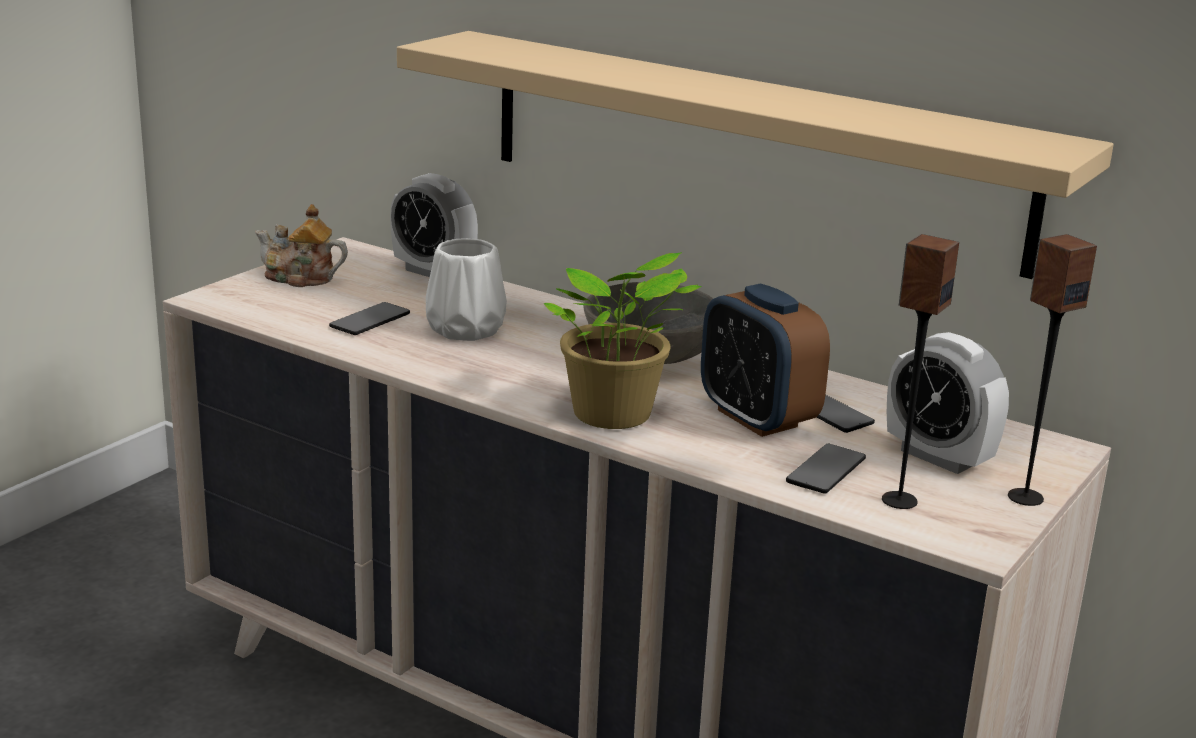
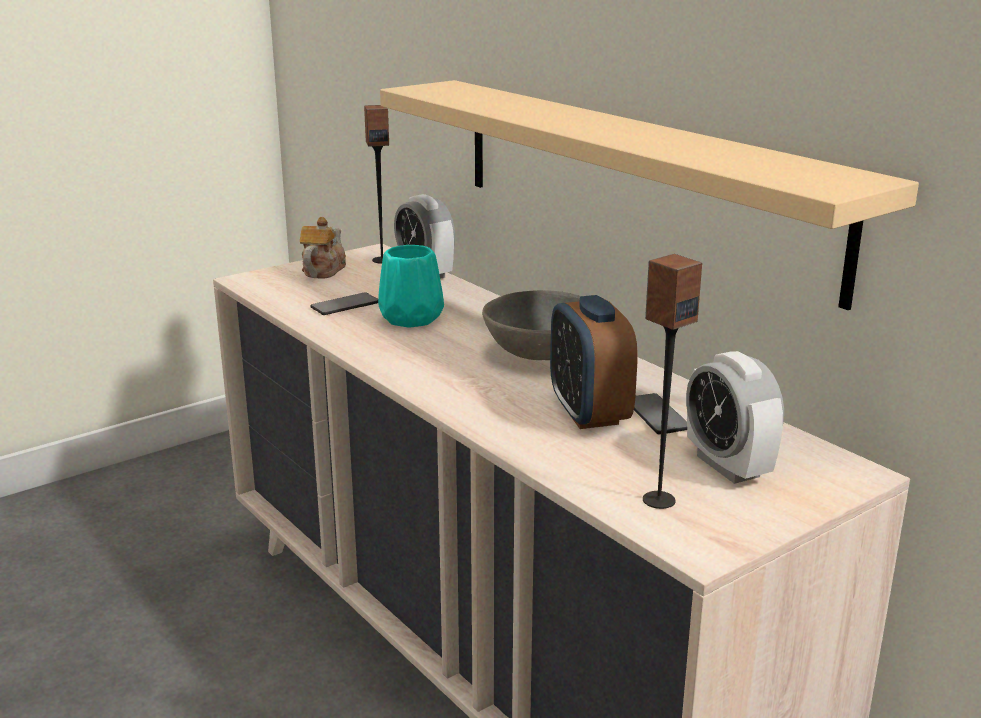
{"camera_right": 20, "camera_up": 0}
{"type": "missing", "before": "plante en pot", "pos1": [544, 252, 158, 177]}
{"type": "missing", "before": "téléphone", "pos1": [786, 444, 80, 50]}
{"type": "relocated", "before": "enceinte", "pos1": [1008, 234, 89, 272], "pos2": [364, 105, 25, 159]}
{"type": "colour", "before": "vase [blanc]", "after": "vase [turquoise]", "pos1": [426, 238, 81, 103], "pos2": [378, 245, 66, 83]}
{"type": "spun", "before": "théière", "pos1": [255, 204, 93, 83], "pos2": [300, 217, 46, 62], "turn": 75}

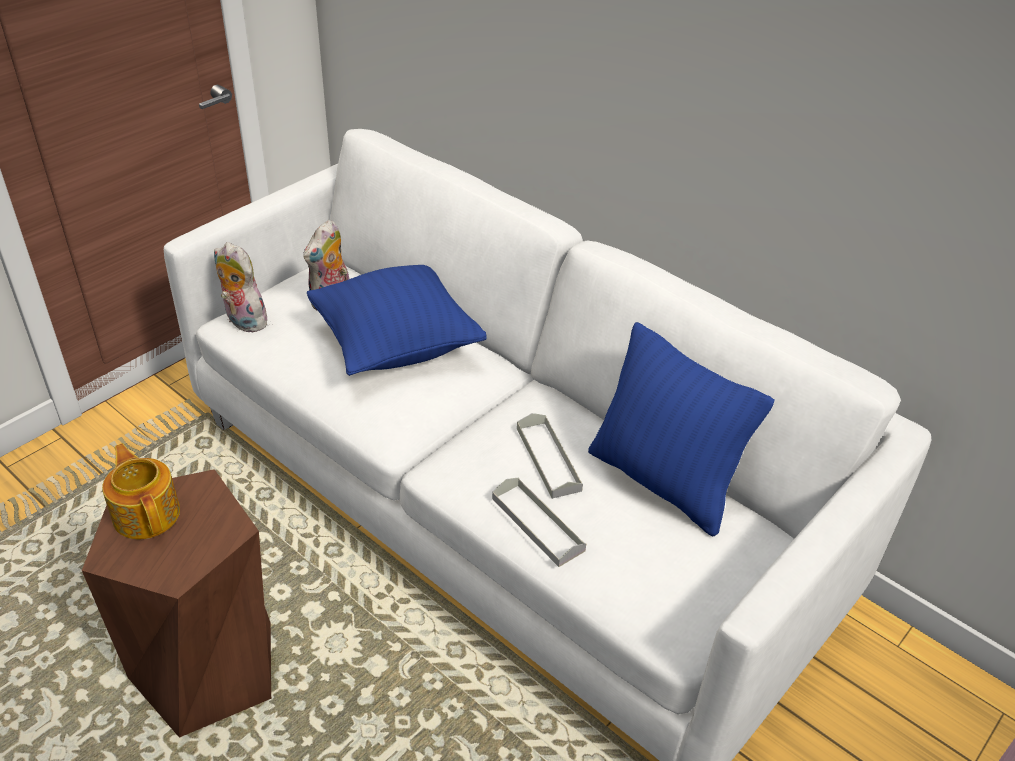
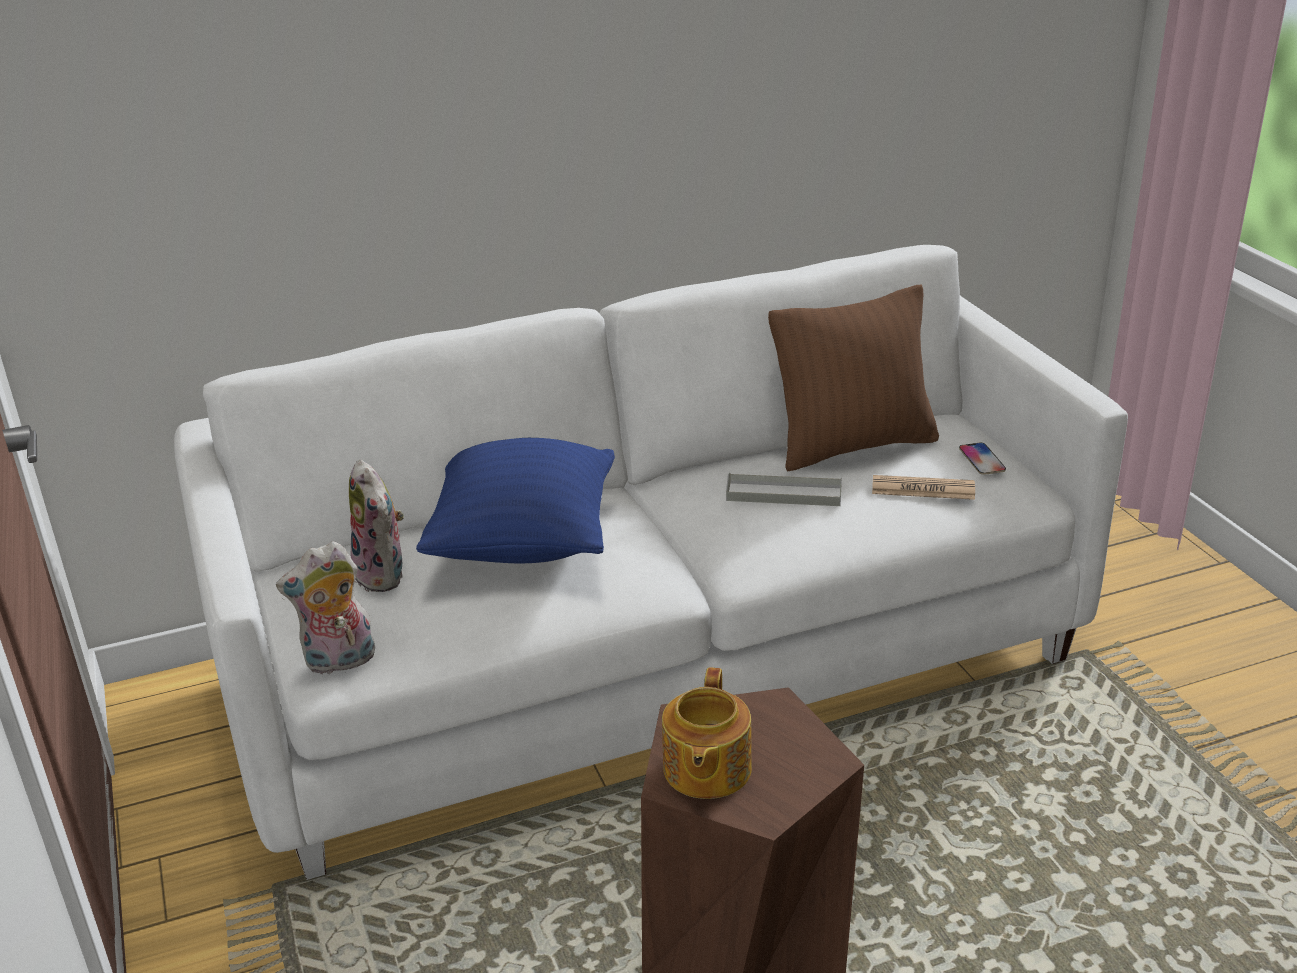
{"camera_right": -60, "camera_up": -10}
{"type": "missing", "before": "plateau [gris]", "pos1": [492, 477, 94, 90]}
{"type": "appeared", "after": "journal", "pos2": [872, 475, 103, 25]}
{"type": "appeared", "after": "téléphone", "pos2": [959, 443, 47, 32]}
{"type": "colour", "before": "coussin [bleu]", "after": "coussin [marron]", "pos1": [588, 322, 186, 214], "pos2": [768, 285, 171, 187]}
{"type": "spun", "before": "théière", "pos1": [102, 443, 78, 96], "pos2": [662, 667, 90, 132], "turn": -75}

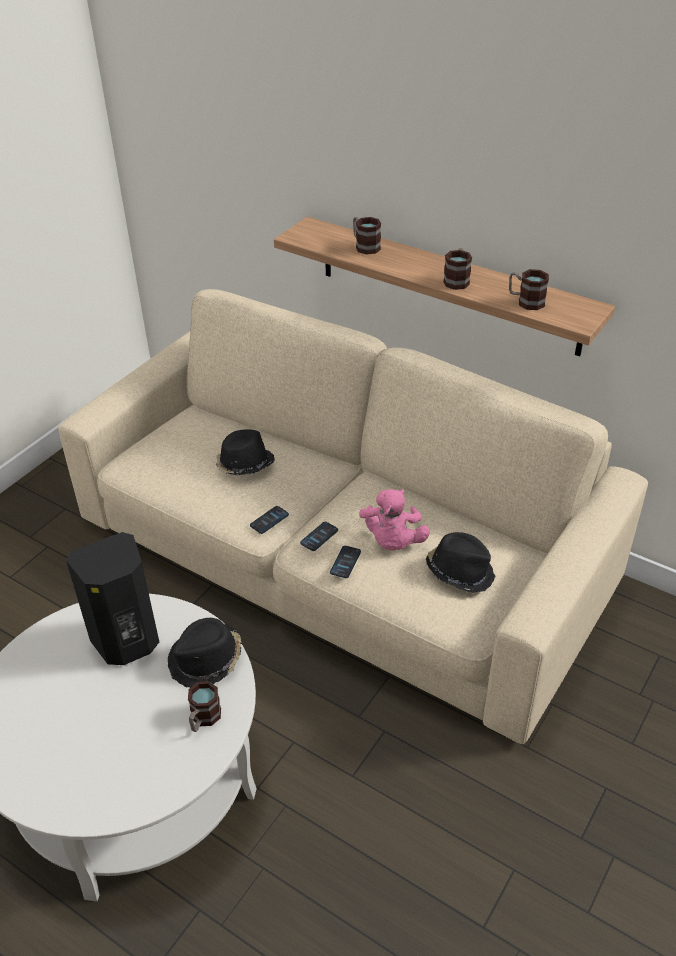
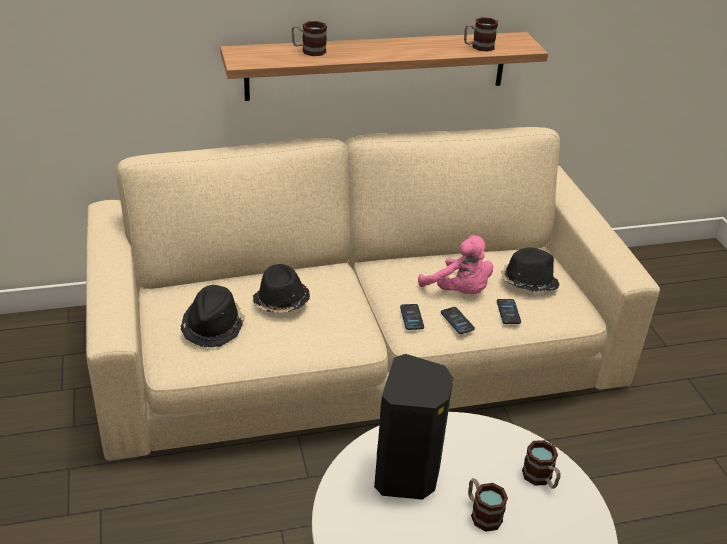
{"camera_right": -50, "camera_up": -5}
{"type": "relocated", "before": "chapeau [noir]", "pos1": [168, 618, 73, 70], "pos2": [181, 285, 64, 62]}
{"type": "relocated", "before": "téléphone", "pos1": [250, 506, 39, 28], "pos2": [497, 299, 24, 25]}
{"type": "relocated", "before": "mug", "pos1": [443, 248, 29, 42], "pos2": [468, 478, 40, 54]}

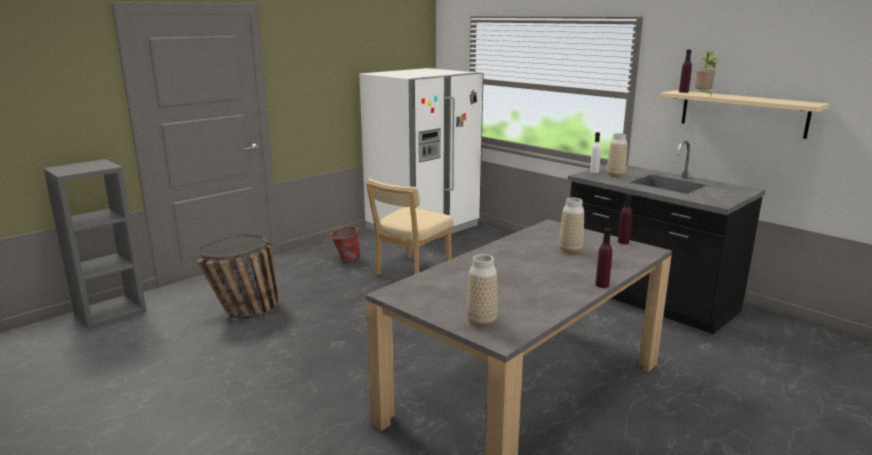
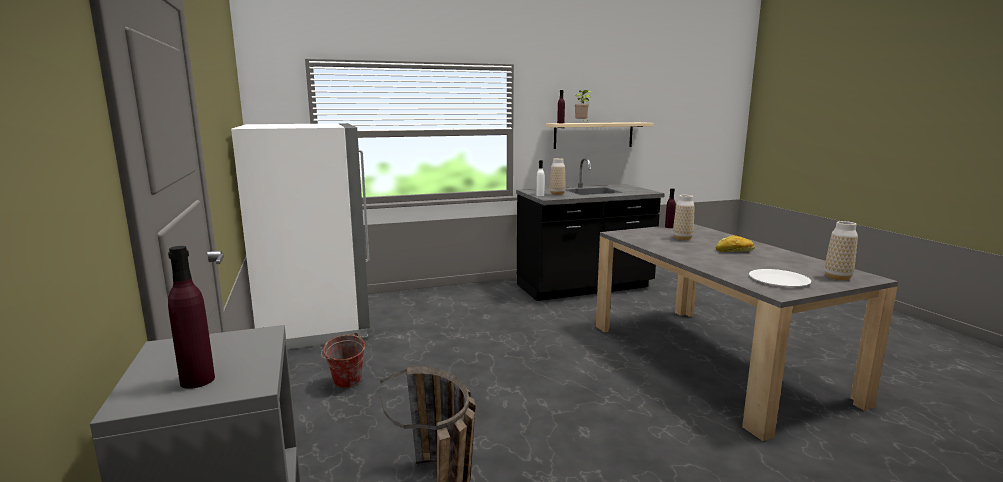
{"camera_right": -65, "camera_up": -5}
{"type": "missing", "before": "chaise [beige]", "pos1": [366, 178, 88, 97]}
{"type": "appeared", "after": "pain", "pos2": [716, 235, 39, 17]}
{"type": "appeared", "after": "assiette [blanc]", "pos2": [749, 269, 62, 18]}
{"type": "relocated", "before": "bouteille [violet]", "pos1": [595, 228, 17, 60], "pos2": [168, 246, 47, 143]}

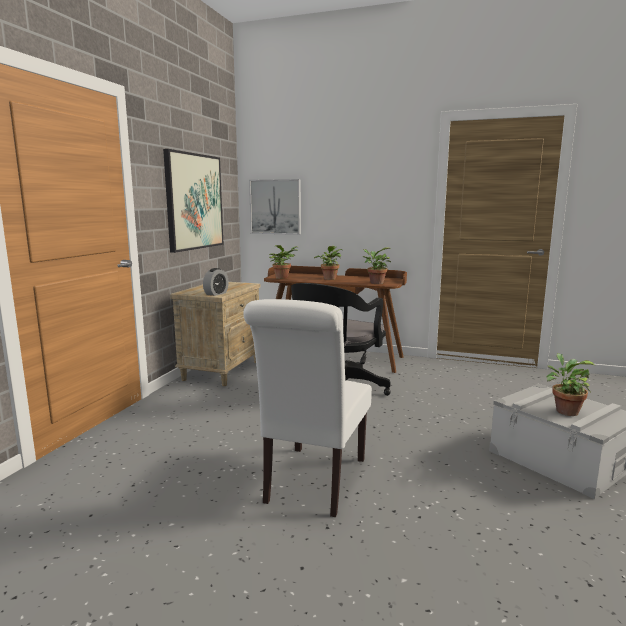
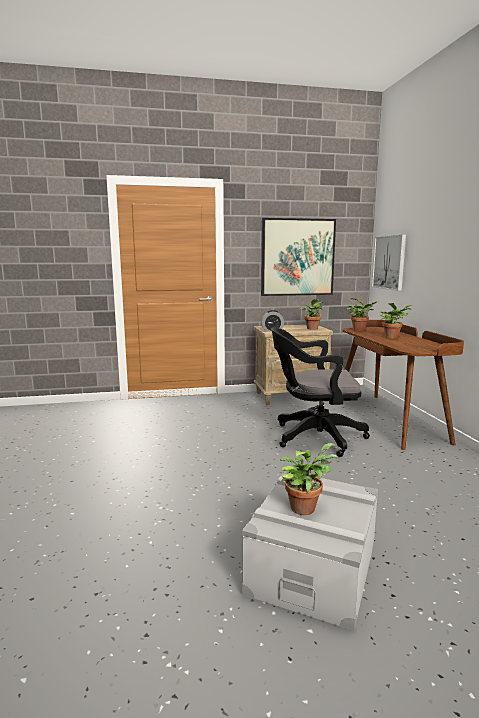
{"camera_right": 60, "camera_up": 0}
{"type": "missing", "before": "chaise [blanc]", "pos1": [243, 299, 129, 218]}
{"type": "relocated", "before": "plante en pot", "pos1": [363, 247, 28, 37], "pos2": [298, 299, 25, 31]}

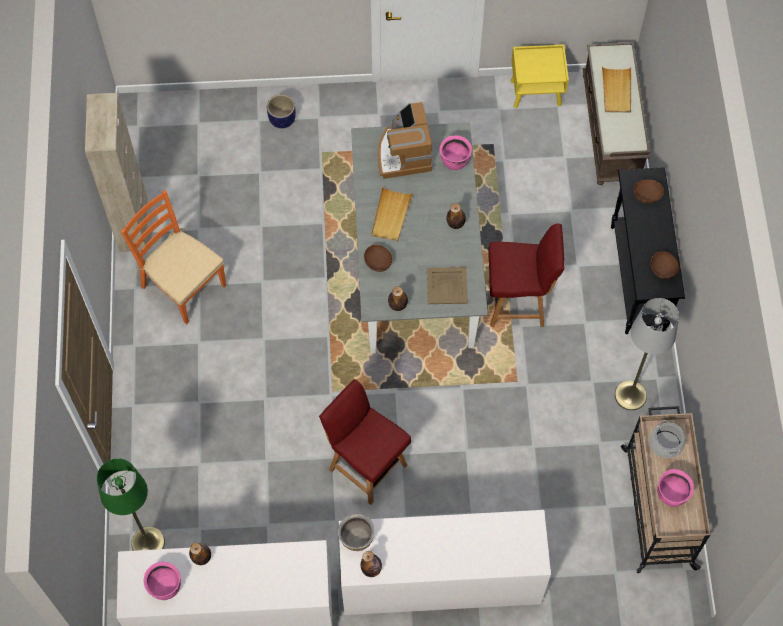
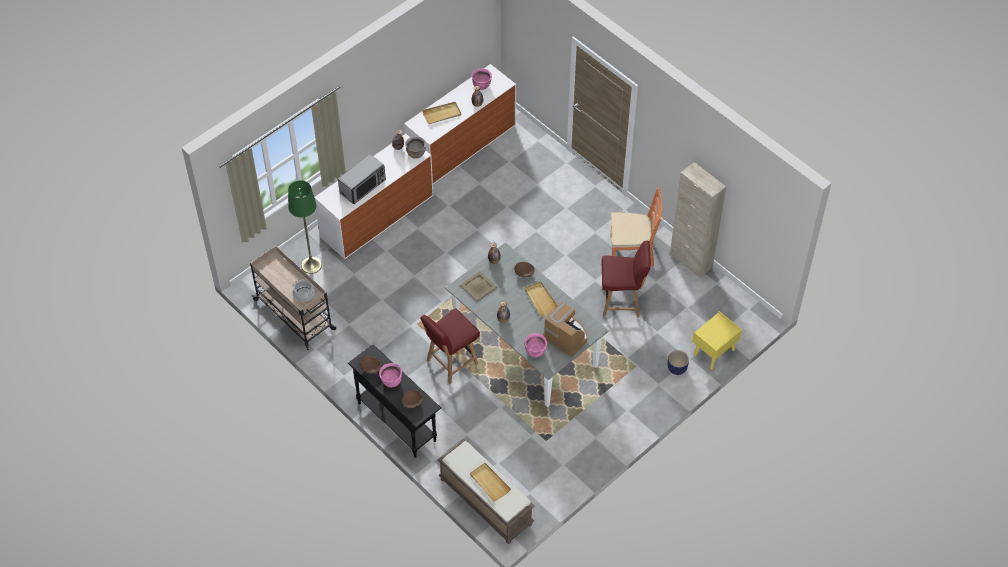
{"camera_right": 140, "camera_up": -10}
{"type": "missing", "before": "lampadaire [gris]", "pos1": [615, 298, 64, 112]}
{"type": "appeared", "after": "micro-ondes", "pos2": [338, 154, 48, 50]}
{"type": "appeared", "after": "plateau [beige]", "pos2": [422, 102, 39, 22]}
{"type": "relocated", "before": "lampadaire [vert]", "pos1": [97, 458, 68, 93], "pos2": [288, 180, 34, 94]}
{"type": "relocated", "before": "chaise [rouge]", "pos1": [319, 379, 92, 126], "pos2": [602, 241, 49, 77]}
{"type": "relocated", "before": "table de chevet [jaune]", "pos1": [511, 45, 58, 63], "pos2": [692, 311, 50, 59]}
{"type": "relocated", "before": "marmite [rose]", "pos1": [657, 469, 37, 38], "pos2": [379, 363, 23, 24]}

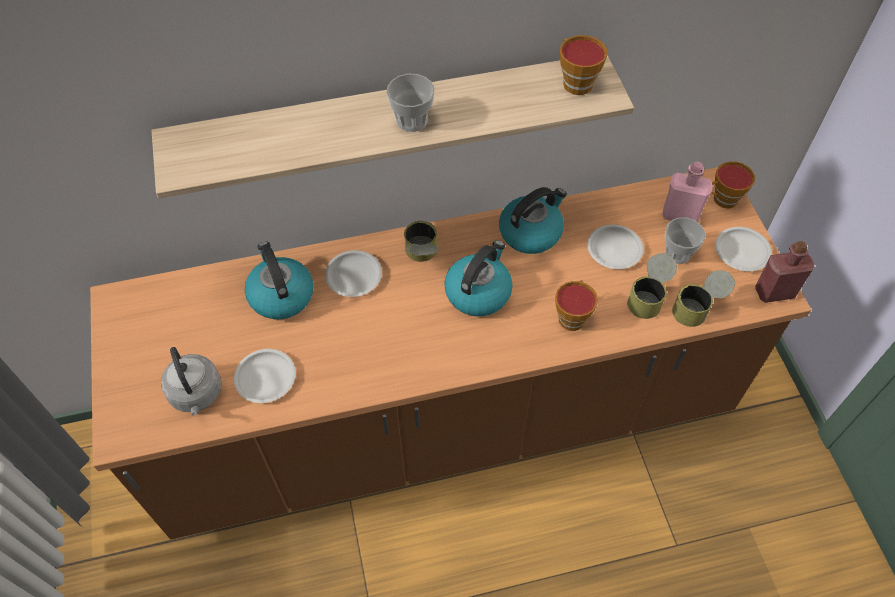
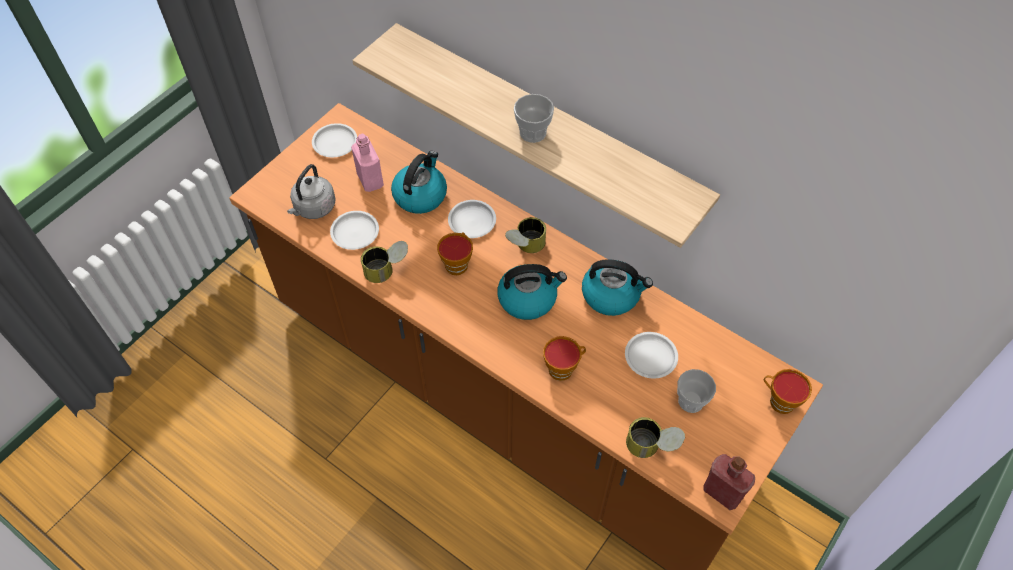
{"camera_right": 50, "camera_up": 0}
{"type": "relocated", "before": "tasse", "pos1": [560, 35, 47, 60], "pos2": [437, 232, 36, 43]}
{"type": "relocated", "before": "boîte métallique", "pos1": [627, 253, 50, 66], "pos2": [361, 241, 47, 42]}
{"type": "relocated", "before": "bouteille [rose]", "pos1": [662, 162, 51, 60], "pos2": [351, 133, 33, 59]}
{"type": "relocated", "before": "assiette [blanc]", "pos1": [715, 227, 57, 44], "pos2": [312, 123, 45, 34]}

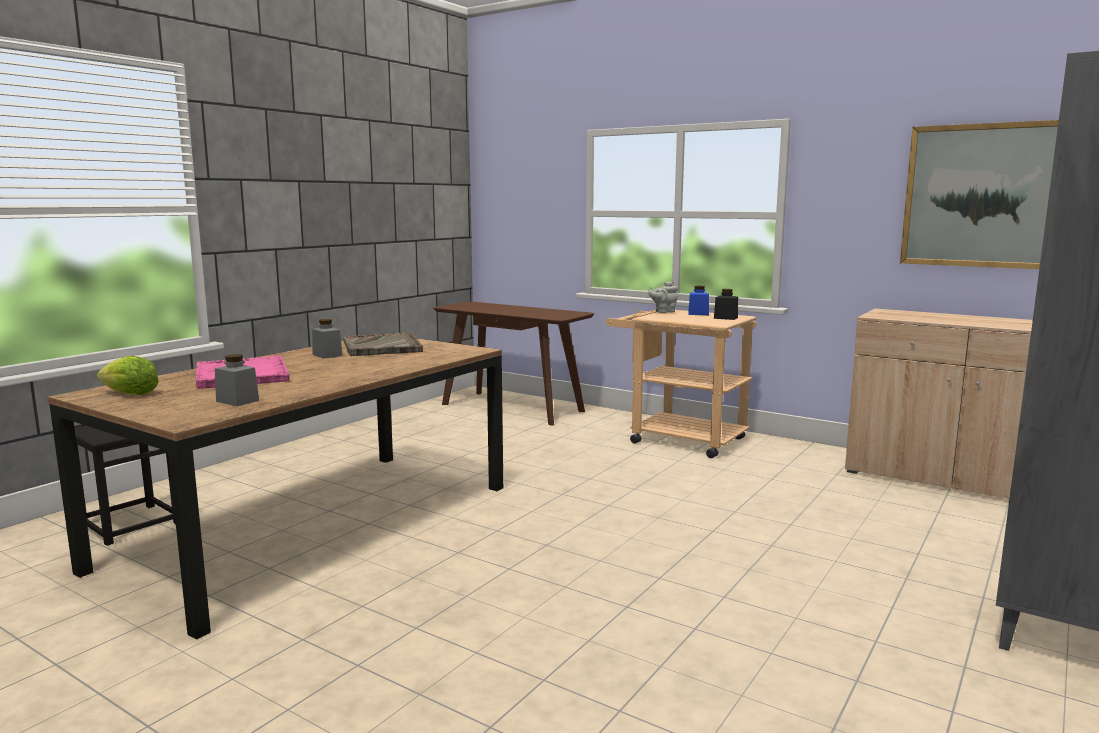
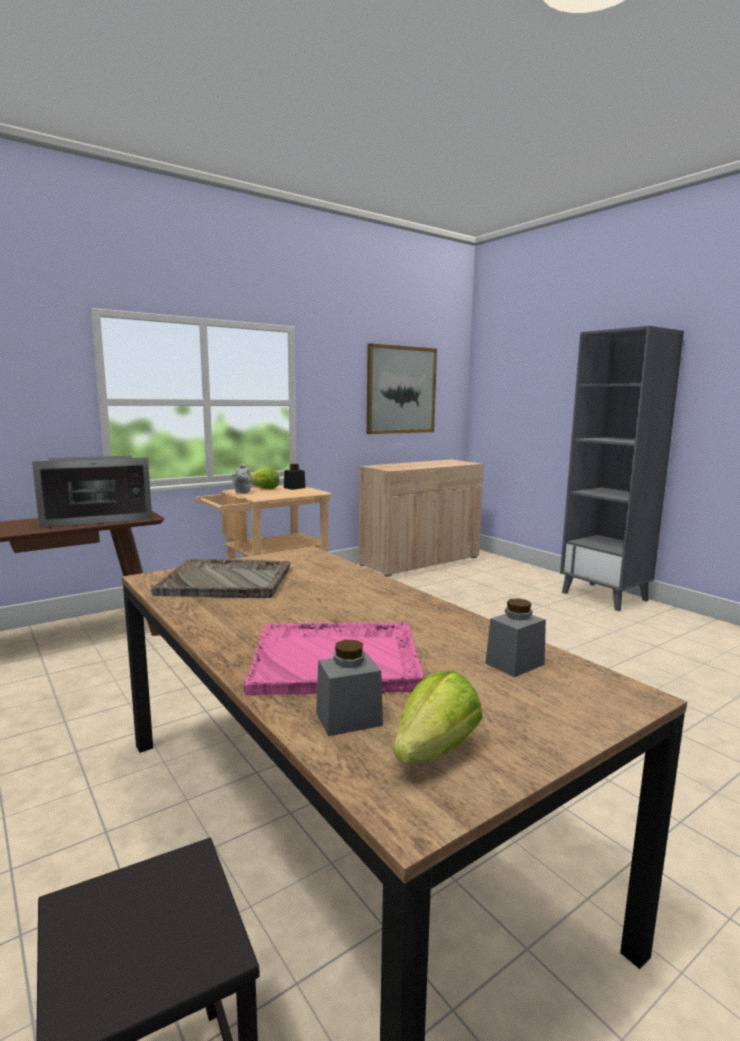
{"camera_right": -70, "camera_up": 0}
{"type": "appeared", "after": "micro-ondes", "pos2": [32, 456, 120, 72]}
{"type": "relocated", "before": "bocal [gris]", "pos1": [312, 319, 31, 40], "pos2": [316, 640, 67, 96]}
{"type": "exchanged", "before": "bocal [bleu]", "after": "laitue", "pos1": [688, 286, 21, 29], "pos2": [251, 468, 29, 22]}

